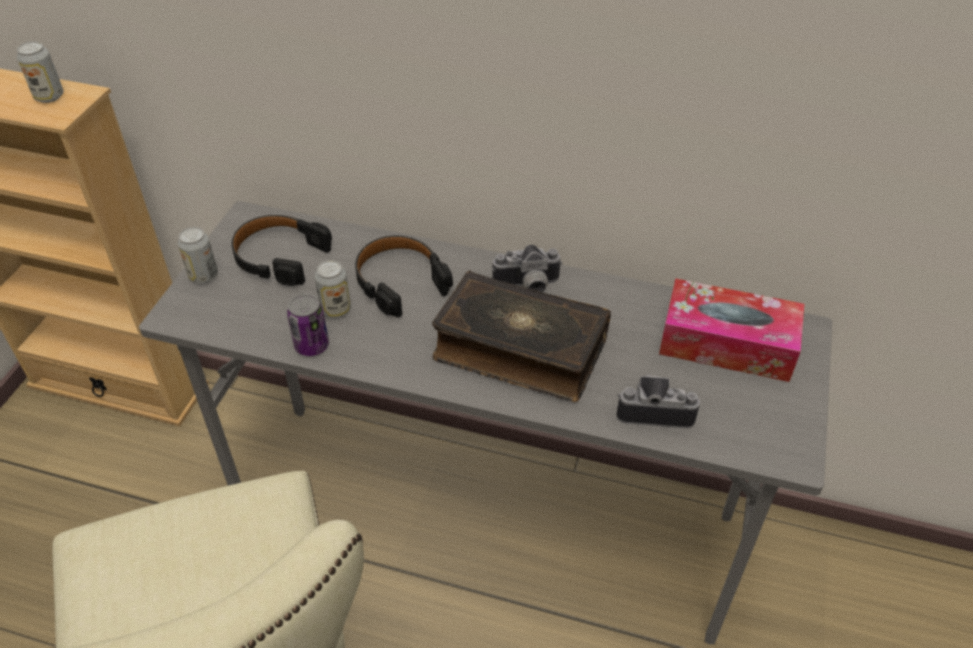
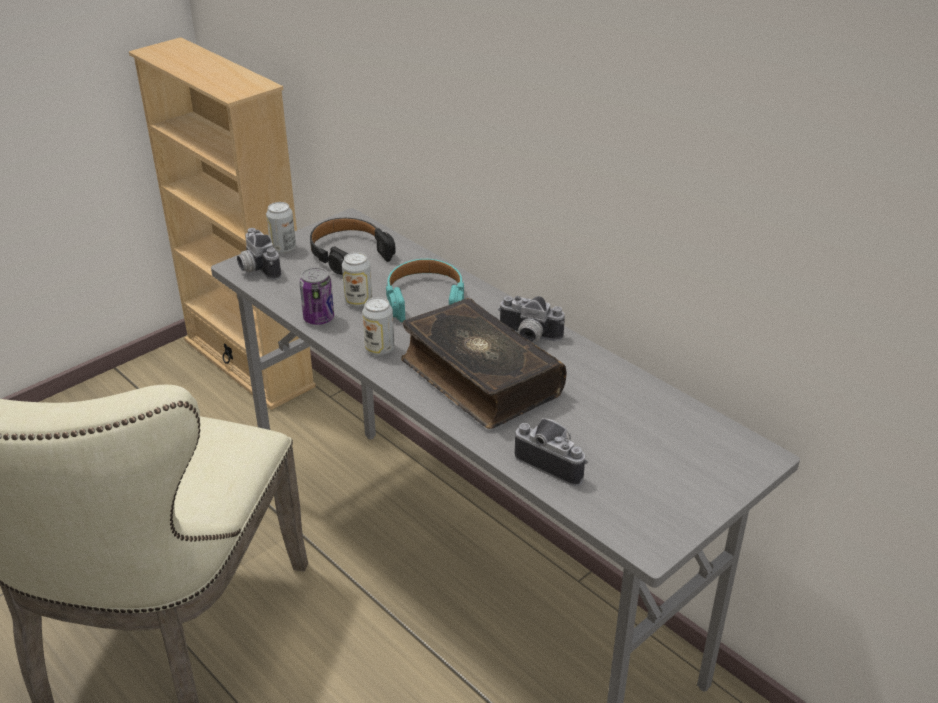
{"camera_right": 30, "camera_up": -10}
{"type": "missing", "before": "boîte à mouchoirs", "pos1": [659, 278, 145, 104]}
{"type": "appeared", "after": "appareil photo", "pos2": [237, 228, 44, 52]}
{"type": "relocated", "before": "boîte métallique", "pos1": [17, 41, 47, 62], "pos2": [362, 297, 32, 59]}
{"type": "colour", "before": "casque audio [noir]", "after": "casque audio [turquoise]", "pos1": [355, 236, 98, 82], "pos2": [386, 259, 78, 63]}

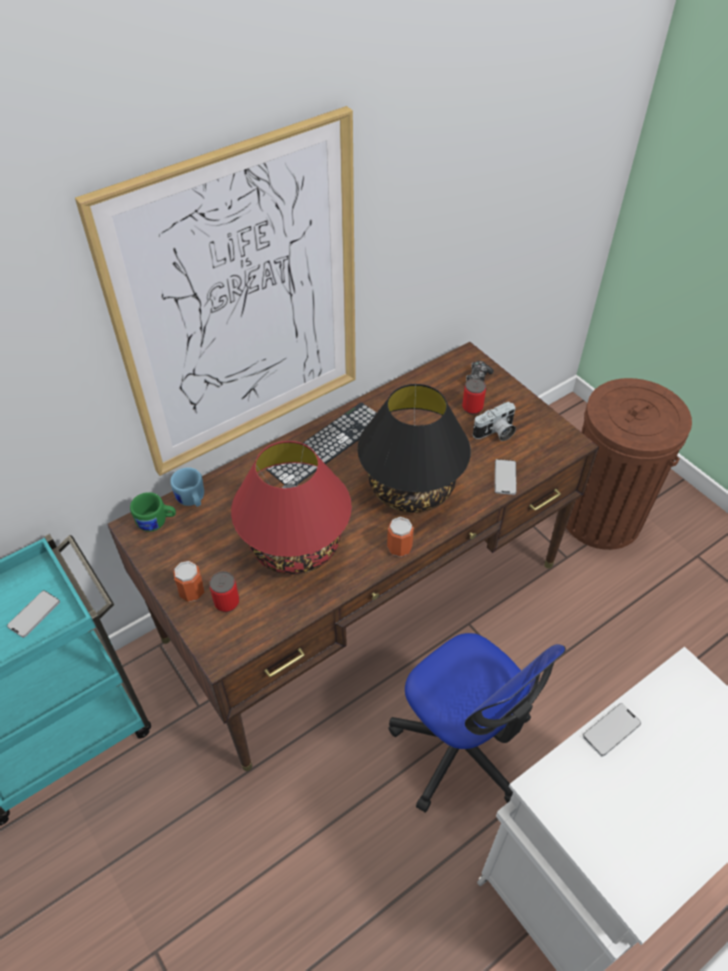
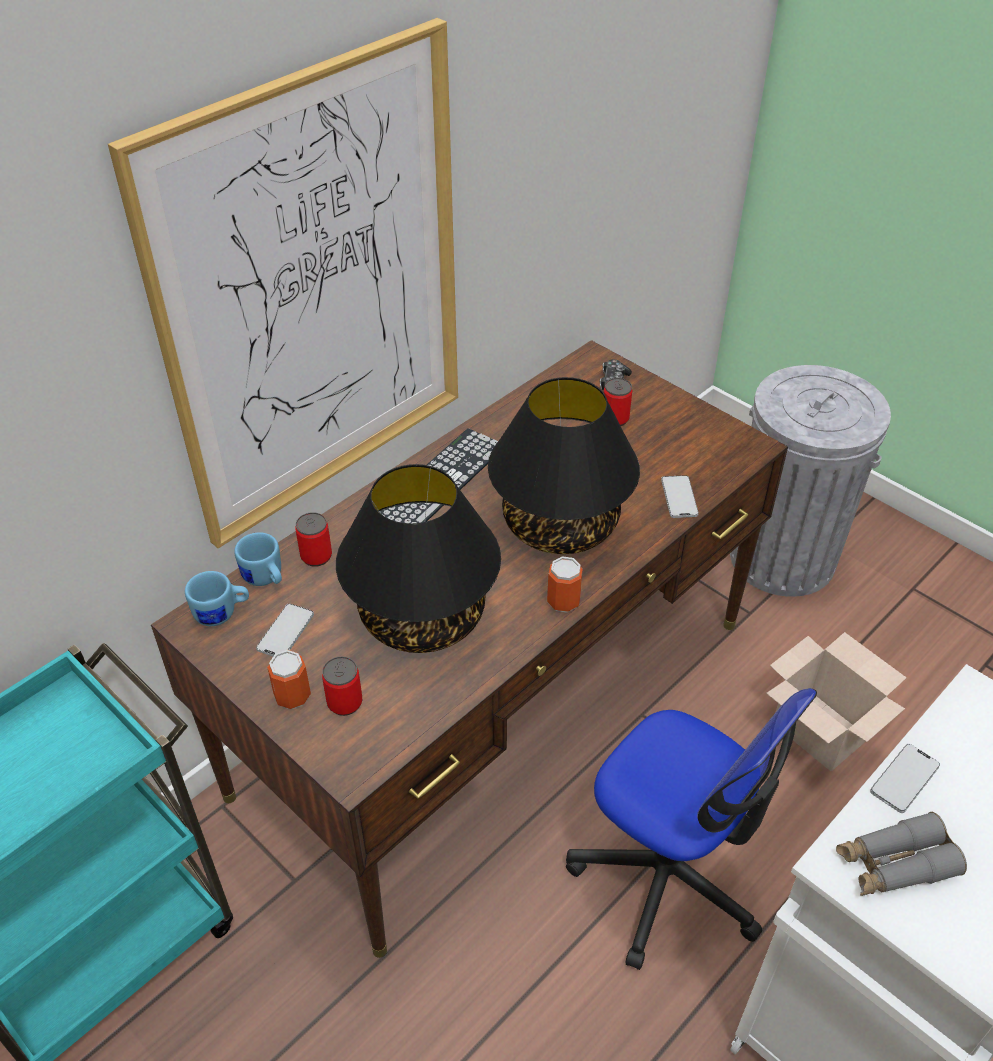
{"camera_right": -10, "camera_up": -5}
{"type": "missing", "before": "appareil photo", "pos1": [473, 401, 43, 40]}
{"type": "appeared", "after": "boîte métallique", "pos2": [295, 512, 37, 55]}
{"type": "appeared", "after": "carton", "pos2": [766, 632, 141, 139]}
{"type": "appeared", "after": "jumelles [gris]", "pos2": [836, 812, 131, 84]}
{"type": "relocated", "before": "téléphone", "pos1": [7, 590, 53, 48], "pos2": [256, 603, 58, 53]}
{"type": "colour", "before": "mug [vert]", "after": "mug [bleu]", "pos1": [130, 492, 46, 40], "pos2": [185, 571, 64, 55]}
{"type": "colour", "before": "lampe de table [rouge]", "after": "lampe de table [noir]", "pos1": [231, 441, 121, 134], "pos2": [336, 464, 165, 189]}
{"type": "colour", "before": "poubelle [marron]", "after": "poubelle [gris]", "pos1": [566, 378, 126, 172], "pos2": [730, 365, 161, 232]}

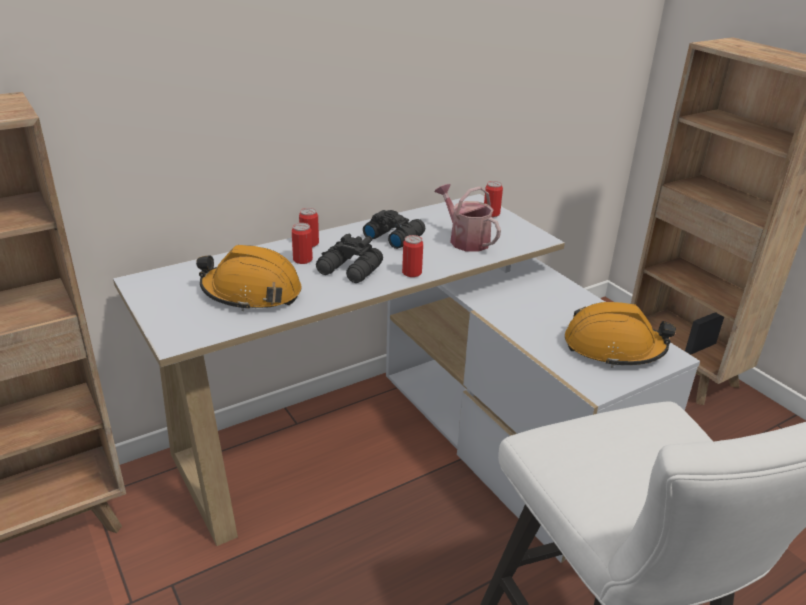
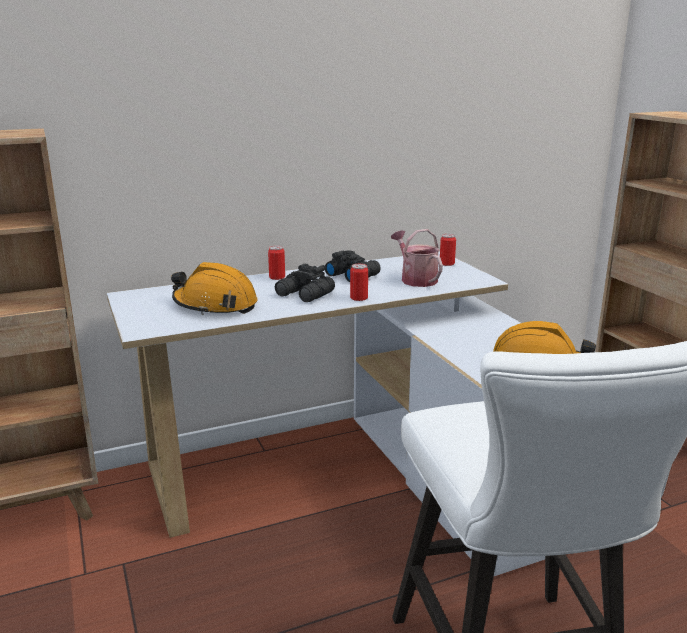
{"camera_right": 10, "camera_up": -10}
{"type": "missing", "before": "boîte métallique", "pos1": [292, 223, 21, 41]}

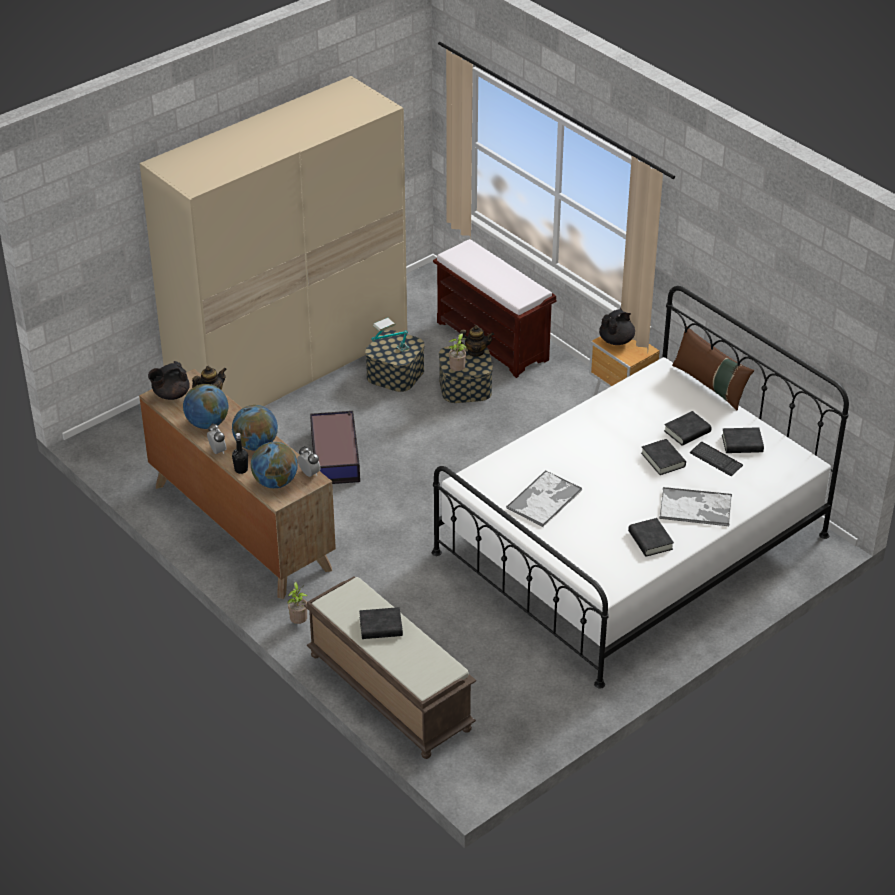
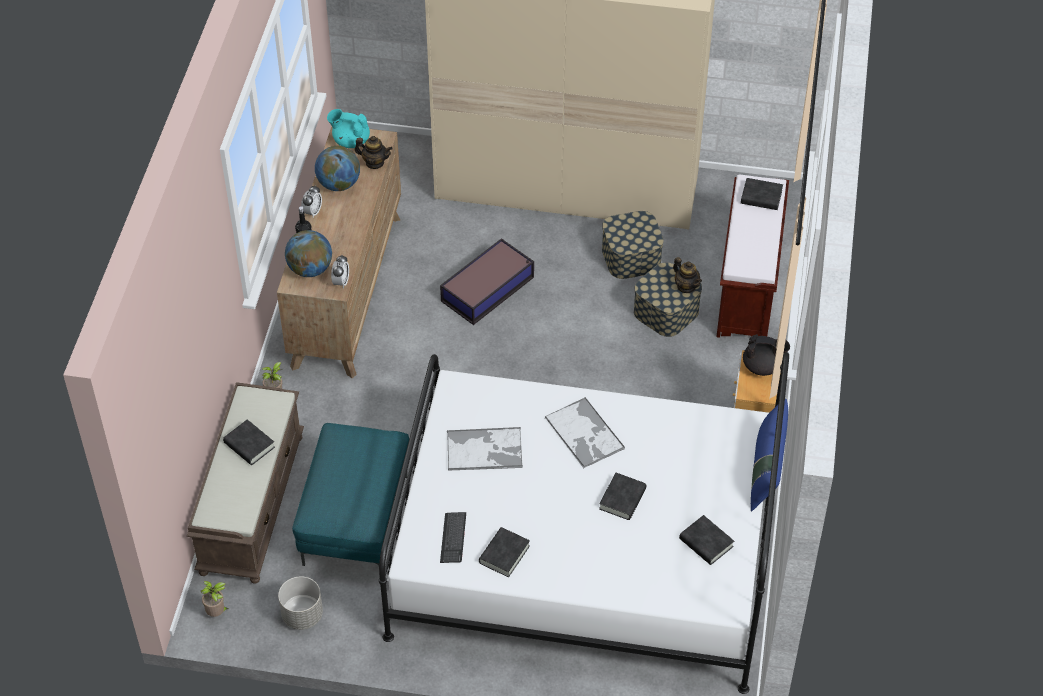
{"camera_right": 50, "camera_up": 10}
{"type": "missing", "before": "globe", "pos1": [232, 405, 46, 45]}
{"type": "missing", "before": "lampe de table", "pos1": [371, 318, 38, 34]}
{"type": "appeared", "after": "cache-pot [gris]", "pos2": [278, 576, 45, 54]}
{"type": "appeared", "after": "pouf [turquoise]", "pos2": [292, 423, 117, 143]}
{"type": "relocated", "before": "plante en pot", "pos1": [448, 333, 19, 38], "pos2": [201, 581, 29, 36]}
{"type": "relocated", "before": "plateau", "pos1": [659, 486, 73, 40], "pos2": [545, 397, 80, 71]}
{"type": "relocated", "before": "livre [noir]", "pos1": [664, 411, 48, 35], "pos2": [741, 178, 42, 32]}
{"type": "relocated", "before": "clavier", "pos1": [690, 442, 53, 35], "pos2": [440, 512, 26, 51]}
{"type": "colour", "before": "théière [noir]", "after": "théière [turquoise]", "pos1": [148, 361, 42, 39], "pos2": [327, 109, 43, 39]}
{"type": "colour", "before": "coussin [marron]", "after": "coussin [bleu]", "pos1": [672, 326, 82, 84], "pos2": [751, 399, 37, 112]}

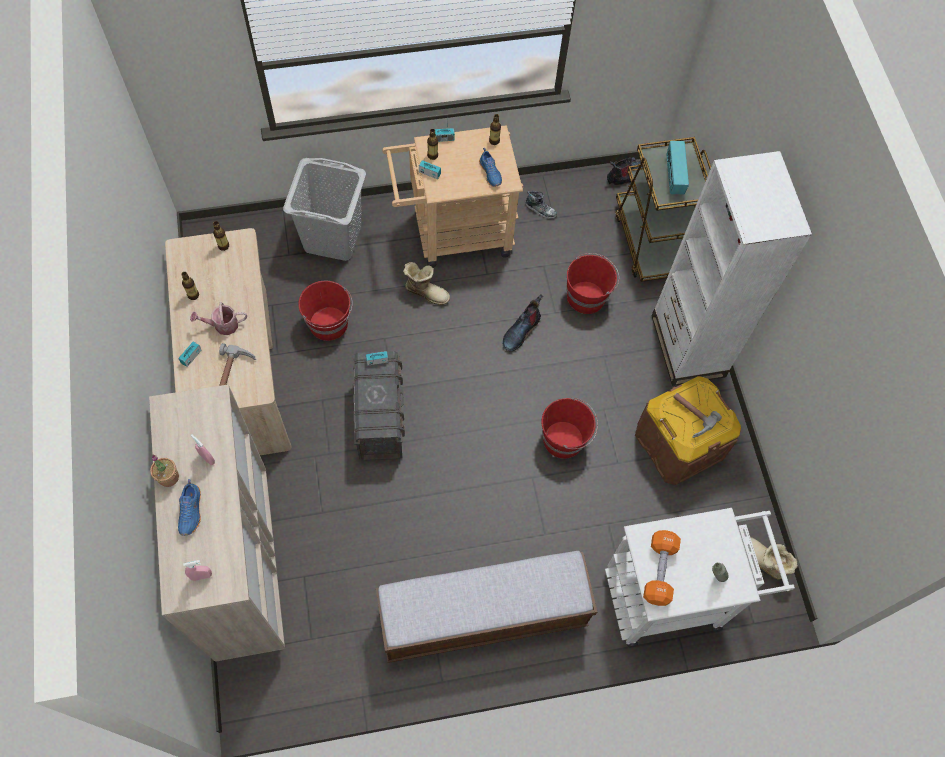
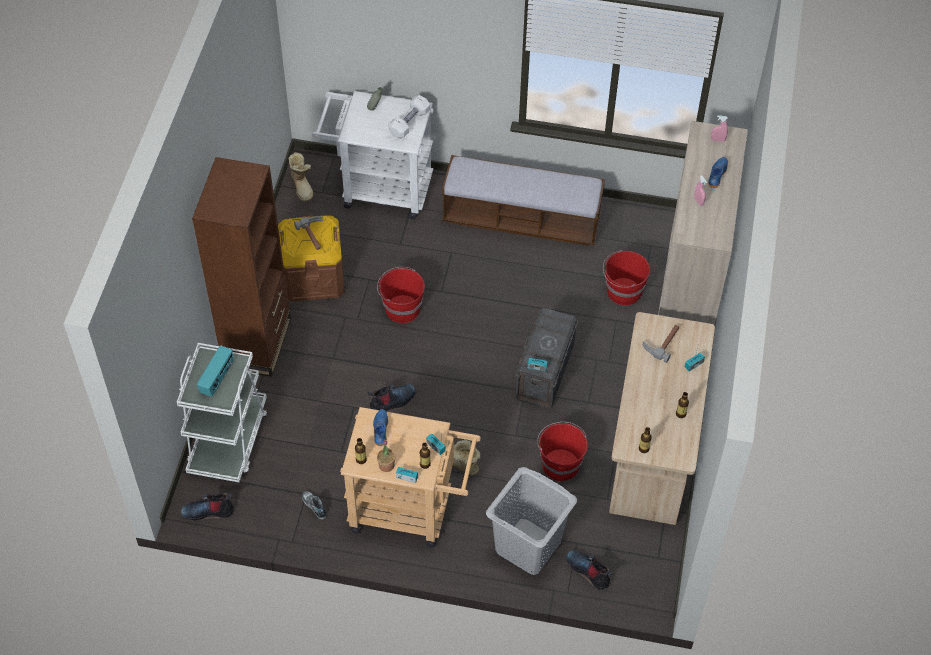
{"camera_right": -155, "camera_up": -10}
{"type": "missing", "before": "arrosoir", "pos1": [190, 302, 57, 33]}
{"type": "appeared", "after": "botte", "pos2": [566, 550, 46, 41]}
{"type": "relocated", "before": "plante en pot", "pos1": [150, 454, 29, 33], "pos2": [377, 440, 19, 32]}
{"type": "relocated", "before": "seau [rouge]", "pos1": [566, 253, 53, 61], "pos2": [603, 250, 47, 55]}
{"type": "colour", "before": "chariot [marron]", "after": "chariot [blanc]", "pos1": [615, 137, 96, 145], "pos2": [177, 343, 90, 139]}
{"type": "colour", "before": "haltère [orange]", "after": "haltère [blanc]", "pos1": [643, 530, 38, 76], "pos2": [389, 95, 41, 44]}
{"type": "colour", "before": "bibliothèque [blanc]", "after": "bibliothèque [marron]", "pos1": [652, 151, 160, 235], "pos2": [192, 157, 99, 220]}

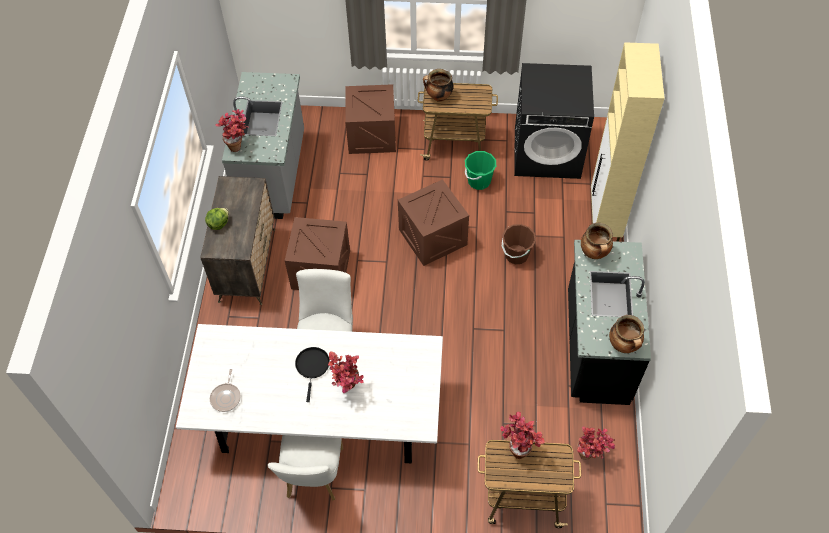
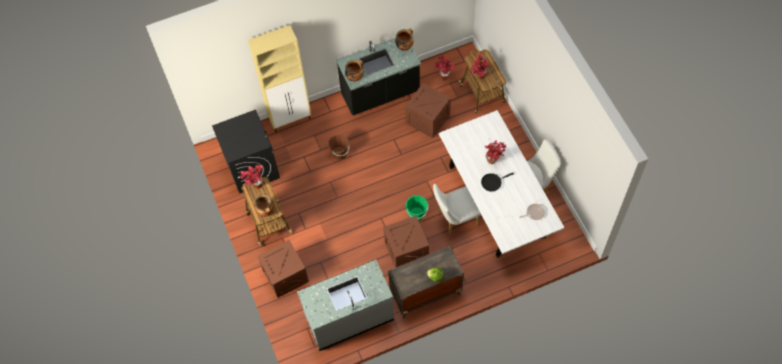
{"camera_right": -115, "camera_up": 5}
{"type": "relocated", "before": "plante en pot", "pos1": [215, 109, 34, 43], "pos2": [240, 165, 23, 24]}
{"type": "relocated", "before": "caisse", "pos1": [398, 179, 71, 87], "pos2": [405, 83, 46, 55]}
{"type": "relocated", "before": "seau [vert]", "pos1": [465, 151, 31, 39], "pos2": [406, 195, 22, 26]}

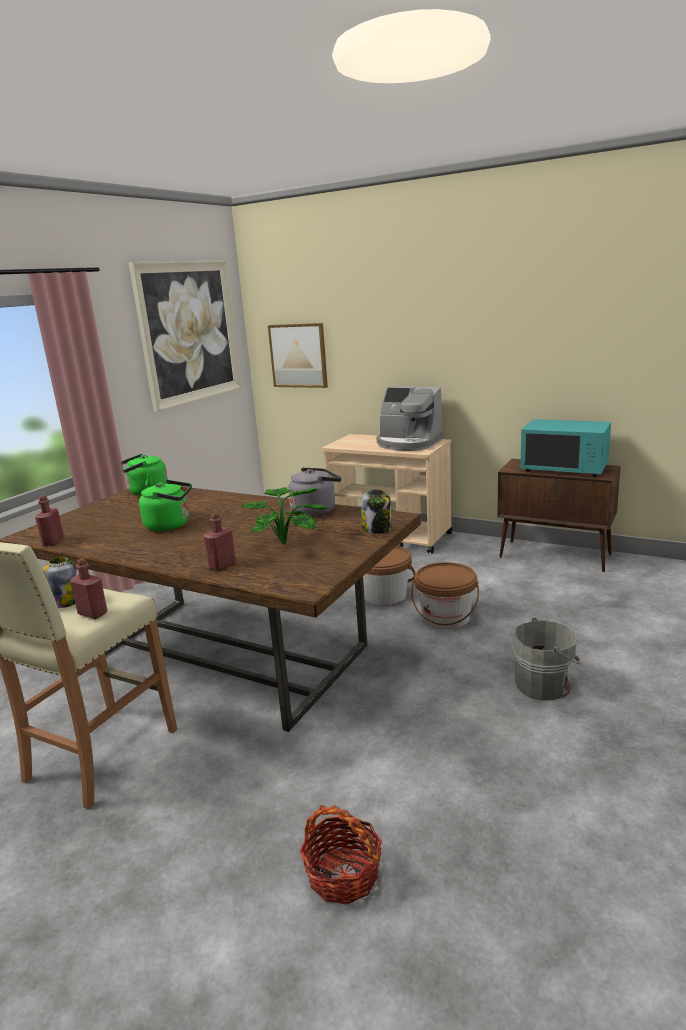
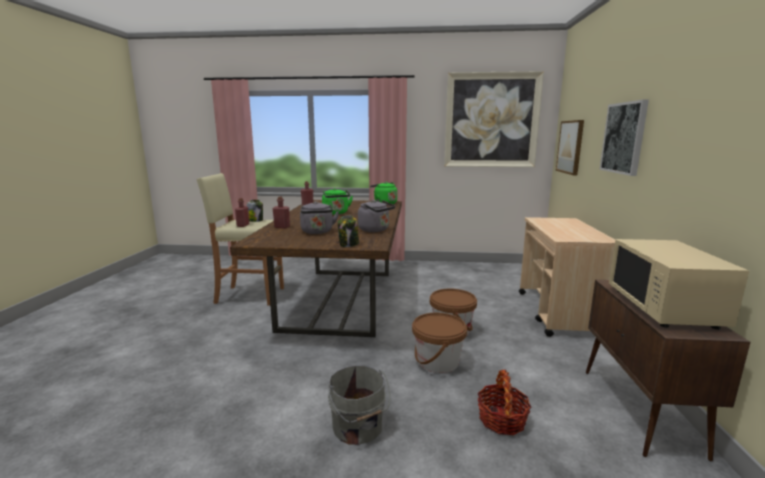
{"camera_right": 65, "camera_up": -5}
{"type": "missing", "before": "machine à café", "pos1": [377, 386, 66, 65]}
{"type": "appeared", "after": "tableau", "pos2": [599, 99, 50, 77]}
{"type": "relocated", "before": "panier", "pos1": [300, 805, 82, 100], "pos2": [478, 369, 54, 66]}
{"type": "exchanged", "before": "plante en pot", "after": "bouilloire [gris]", "pos1": [242, 487, 85, 57], "pos2": [300, 201, 39, 33]}
{"type": "colour", "before": "micro-ondes [turquoise]", "after": "micro-ondes [beige]", "pos1": [520, 419, 91, 58], "pos2": [609, 239, 140, 91]}

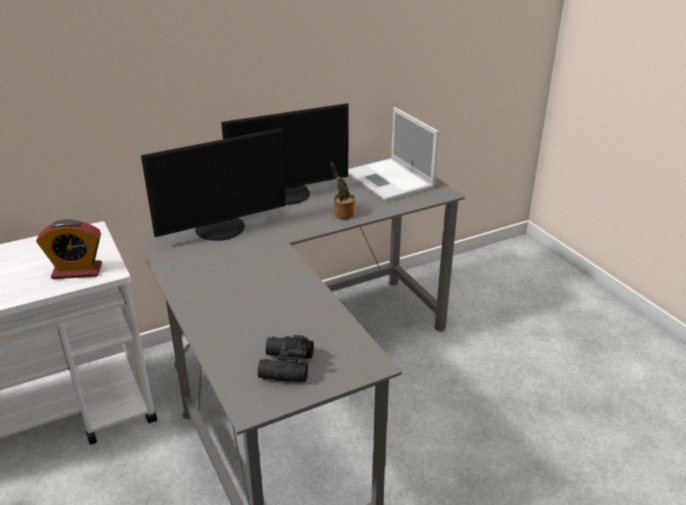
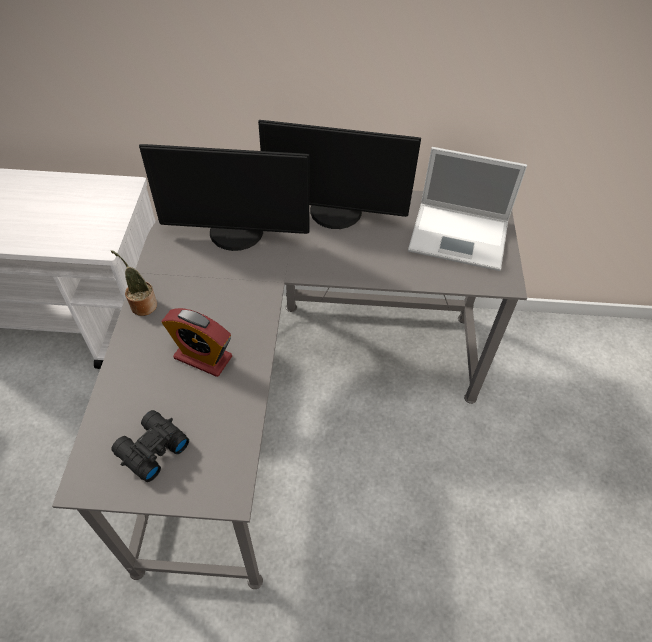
{"camera_right": 30, "camera_up": 20}
{"type": "relocated", "before": "réveil", "pos1": [36, 219, 66, 60], "pos2": [161, 308, 71, 69]}
{"type": "relocated", "before": "plante en pot", "pos1": [330, 162, 25, 57], "pos2": [111, 250, 46, 66]}
{"type": "spun", "before": "ordinateur portable", "pos1": [348, 107, 92, 95], "pos2": [408, 147, 119, 124], "turn": -75}

